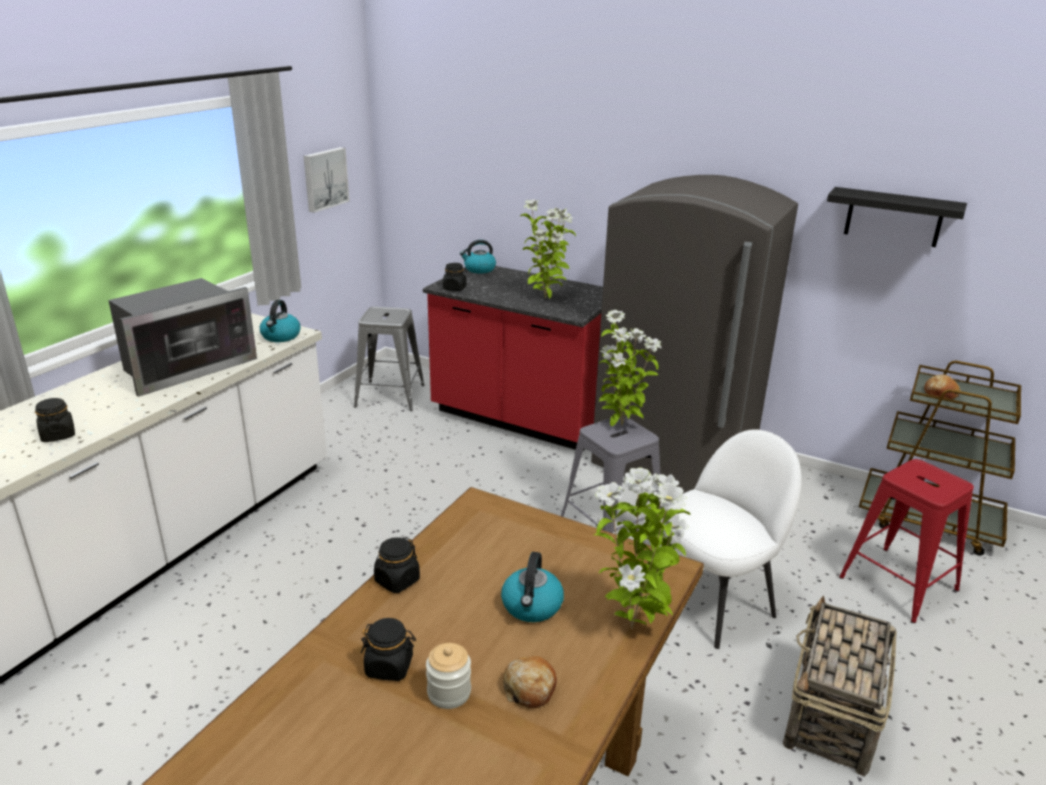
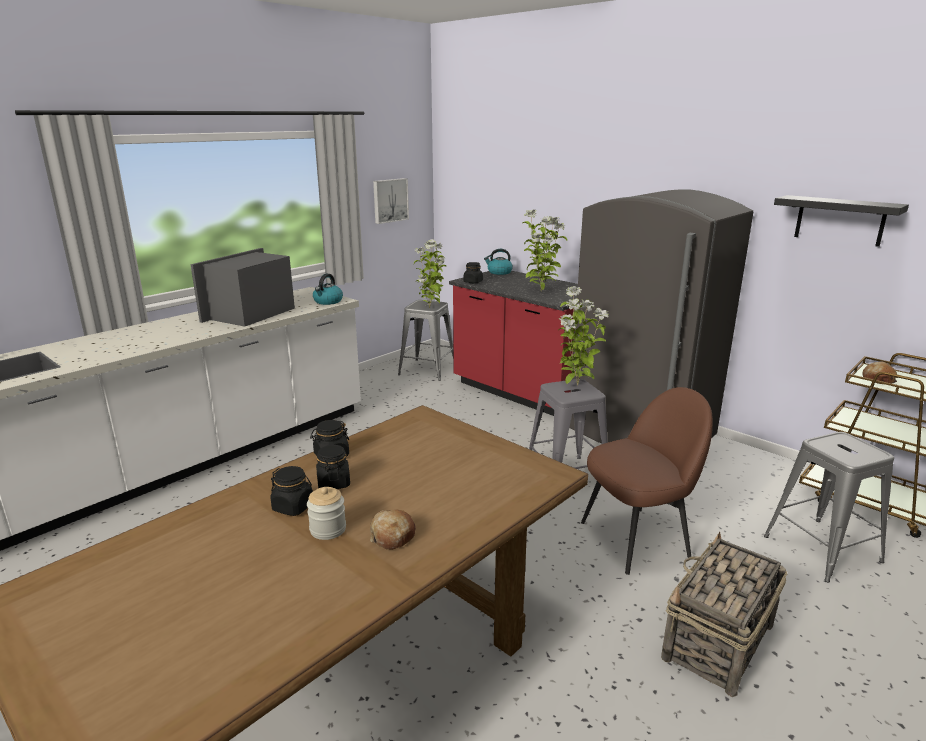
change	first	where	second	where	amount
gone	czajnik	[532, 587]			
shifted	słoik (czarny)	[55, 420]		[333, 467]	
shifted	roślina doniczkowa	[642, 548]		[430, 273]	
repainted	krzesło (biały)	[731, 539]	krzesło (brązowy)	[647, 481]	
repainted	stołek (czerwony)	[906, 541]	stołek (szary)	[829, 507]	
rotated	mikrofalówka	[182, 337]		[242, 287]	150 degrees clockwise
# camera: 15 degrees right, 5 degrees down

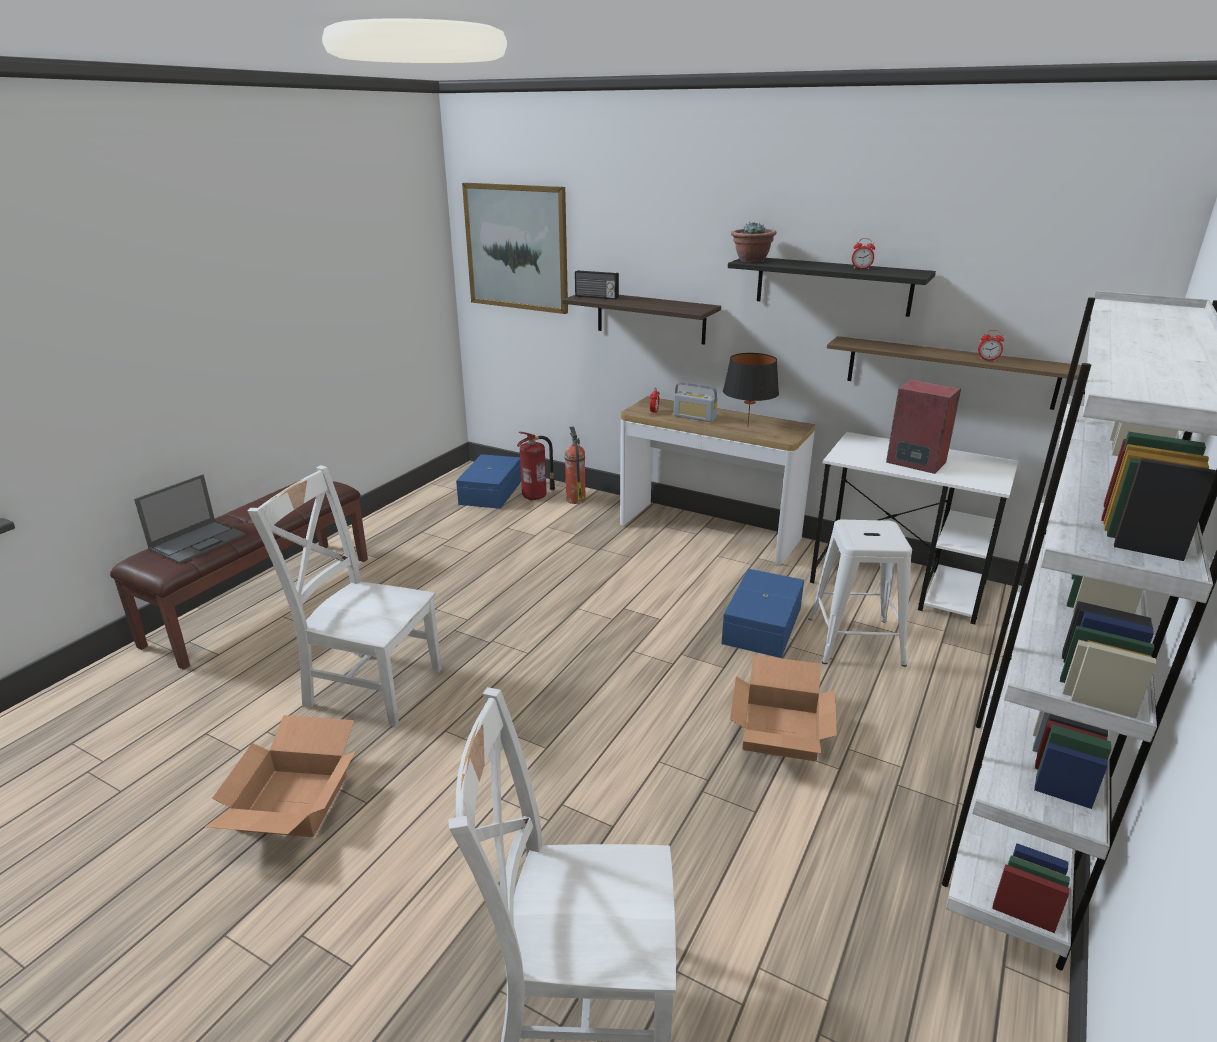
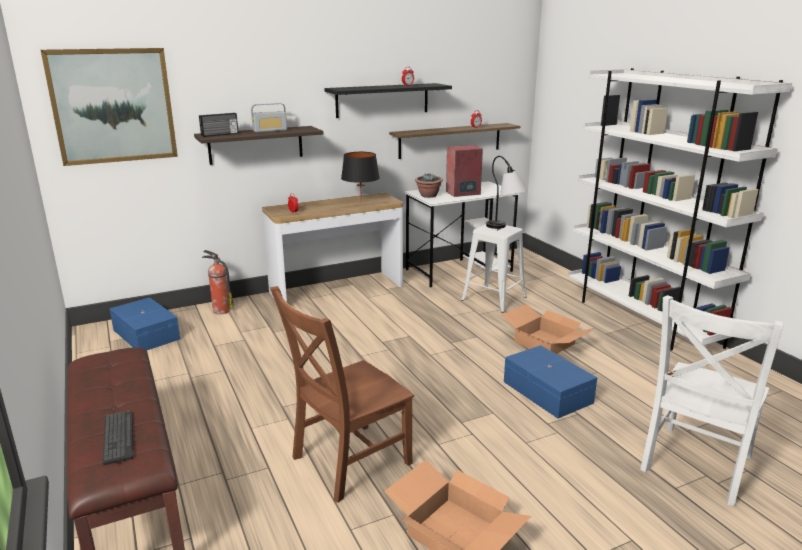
change	first	where	second	where	amount
gone	gaśnica	[536, 466]			
new			lampa stołowa	[506, 192]	
shifted	radio	[695, 402]		[269, 117]	
shifted	pojemnik do przechowywania (niebieski)	[762, 613]		[550, 381]	
shifted	roślina doniczkowa	[754, 242]		[429, 186]	
swapped	laptop	[189, 519]	klawiatura	[118, 438]	
repainted	krzesło (biały)	[345, 596]	krzesło (brązowy)	[342, 394]	
# camera: 55 degrees left, 5 degrees down

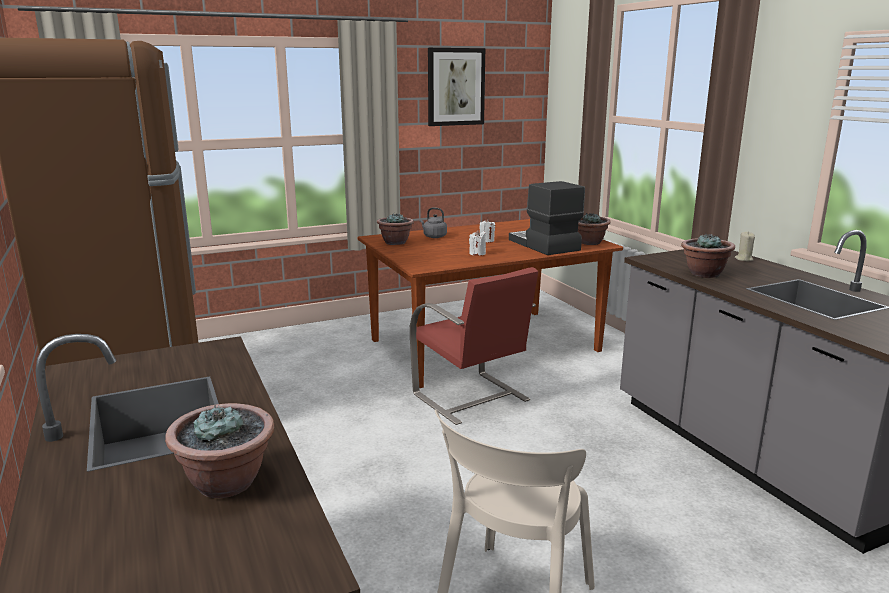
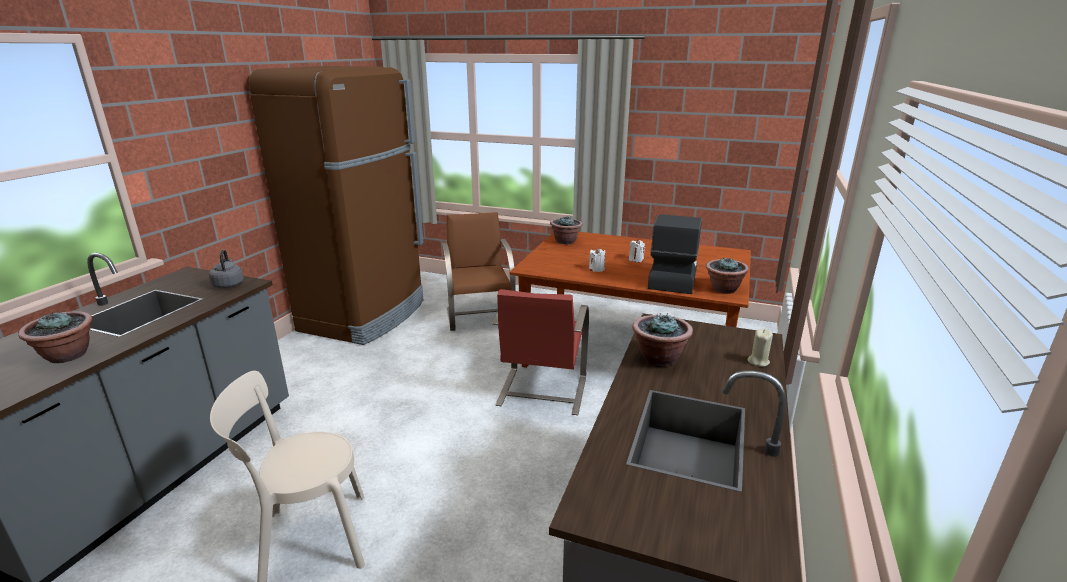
change	first	where	second	where	amount
gone	obraz	[456, 87]			
new			krzesło (brązowy)	[479, 271]	
shifted	czajnik (szary)	[433, 223]		[226, 269]	
# camera: 45 degrees right, 5 degrees up

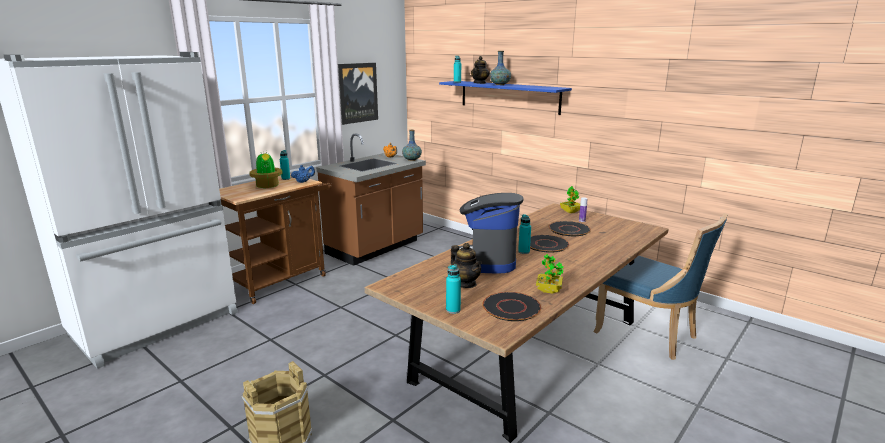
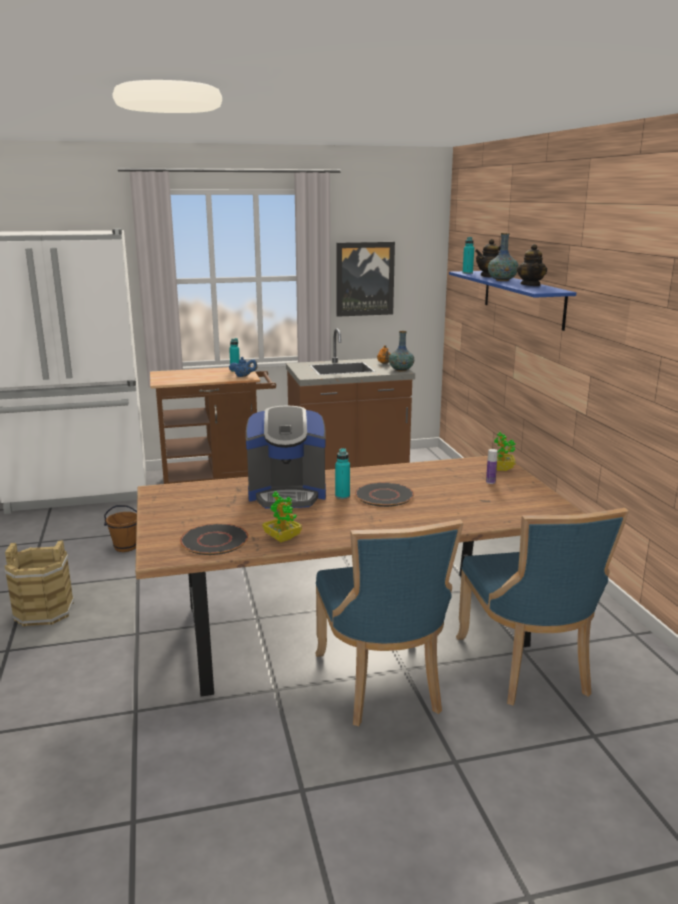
change	first	where	second	where	amount
gone	roślina doniczkowa	[266, 169]			
gone	butelka (turkusowy)	[453, 289]			
gone	talerz (czarny)	[569, 228]			
new			wiadro (brązowy)	[120, 528]	
new			krzesło (niebieski)	[389, 622]	
shifted	imbryk	[466, 265]		[532, 265]	
rotated	ekspres do kawy	[489, 233]		[286, 457]	135 degrees counterclockwise
# camera: 35 degrees right, 0 degrees up

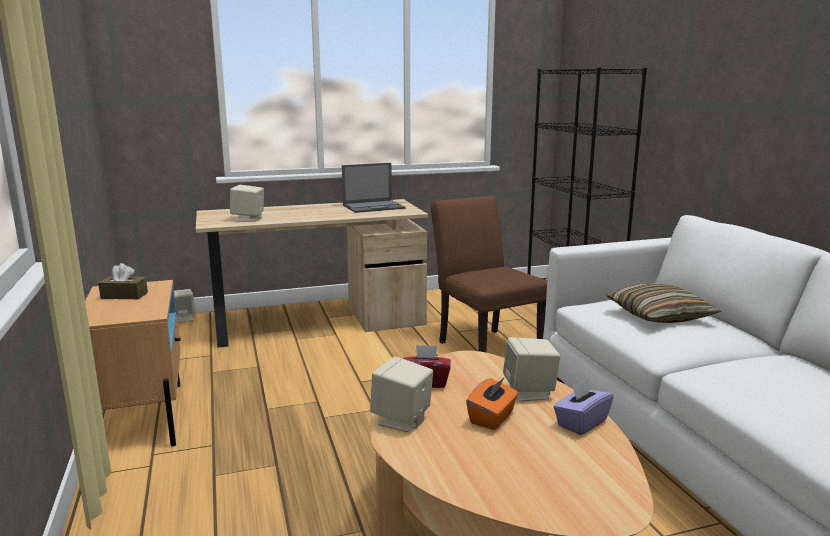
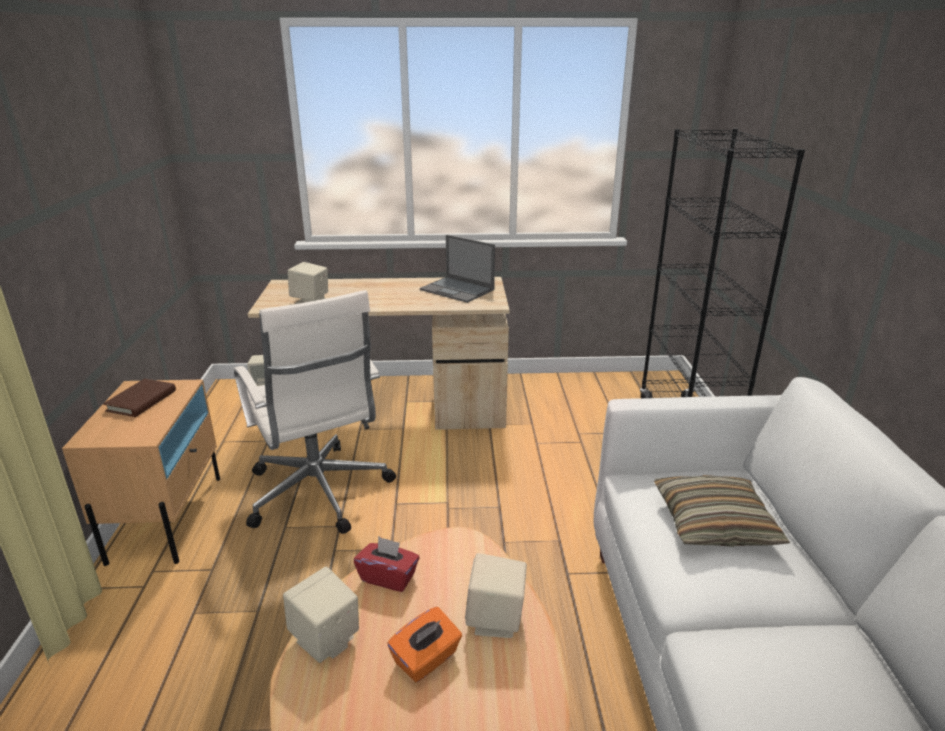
change	first	where	second	where	amount
gone	krzesło (brązowy)	[489, 274]			
gone	pudełko chusteczek (fioletowy)	[583, 407]			
new			krzesło biurowe (biały)	[315, 412]	
swapped	pudełko chusteczek (brązowy)	[123, 281]	książka (brązowy)	[139, 398]	
rotated	laptop	[374, 188]		[457, 269]	45 degrees clockwise
# camera: 15 degrees right, 10 degrees up

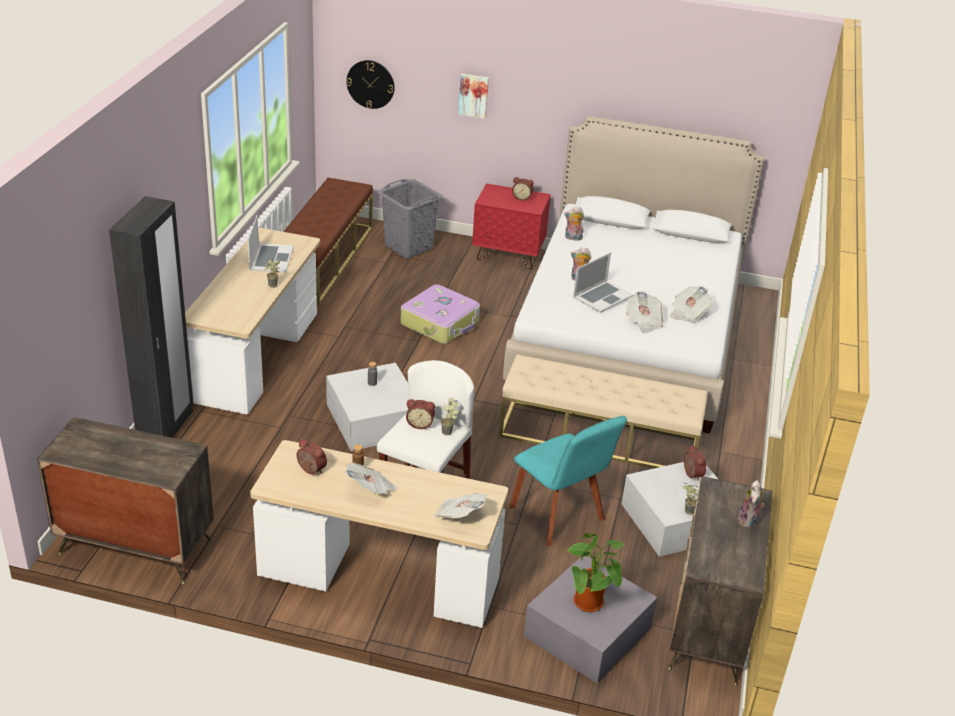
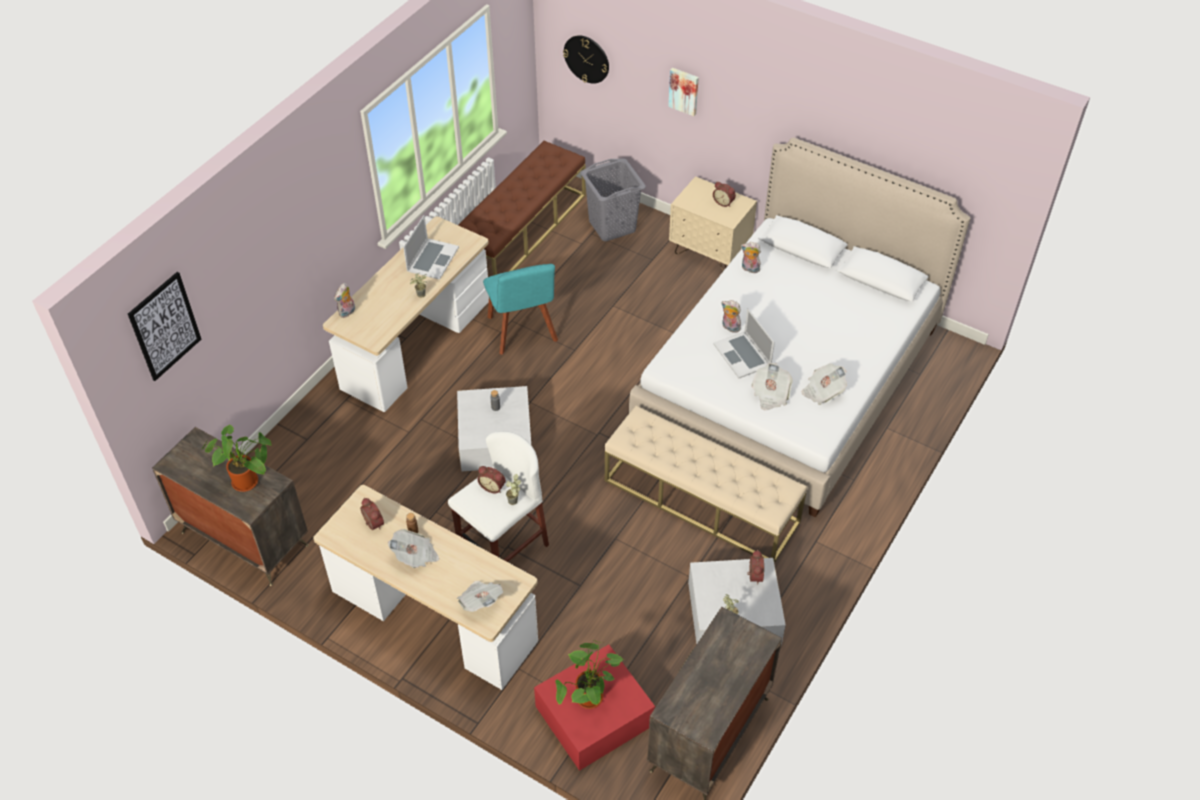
change	first	where	second	where	amount
gone	szafa (czarny)	[151, 317]			
gone	walizka	[440, 314]			
new			obraz	[164, 326]	
new			roślina doniczkowa	[236, 458]	
shifted	krzesło (turkusowy)	[568, 481]		[520, 309]	
shifted	pluszak	[751, 504]		[344, 300]	
repainted	szafka nocna (czerwony)	[511, 226]	szafka nocna (beżowy)	[713, 223]	
repainted	pojemnik do przechowywania (szary)	[590, 620]	pojemnik do przechowywania (czerwony)	[594, 707]	
rotated	laptop	[603, 282]		[744, 343]	90 degrees clockwise
# camera: 20 degrees right, 15 degrees up

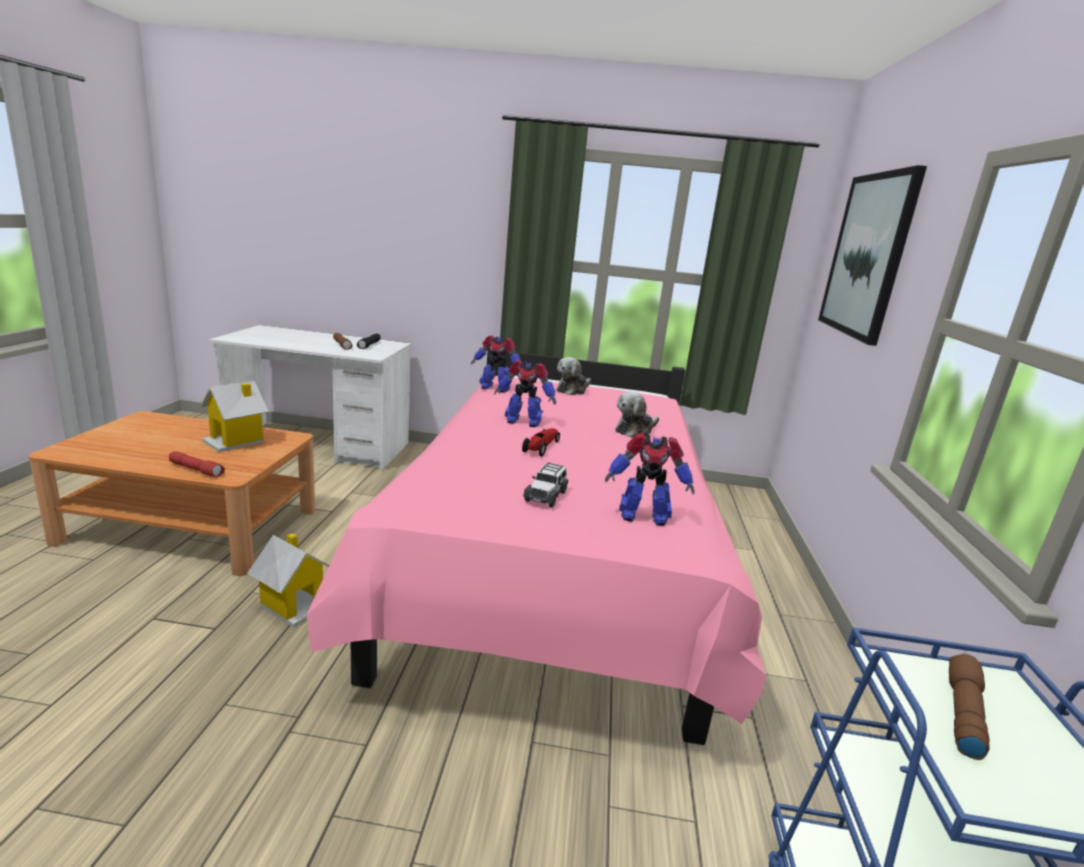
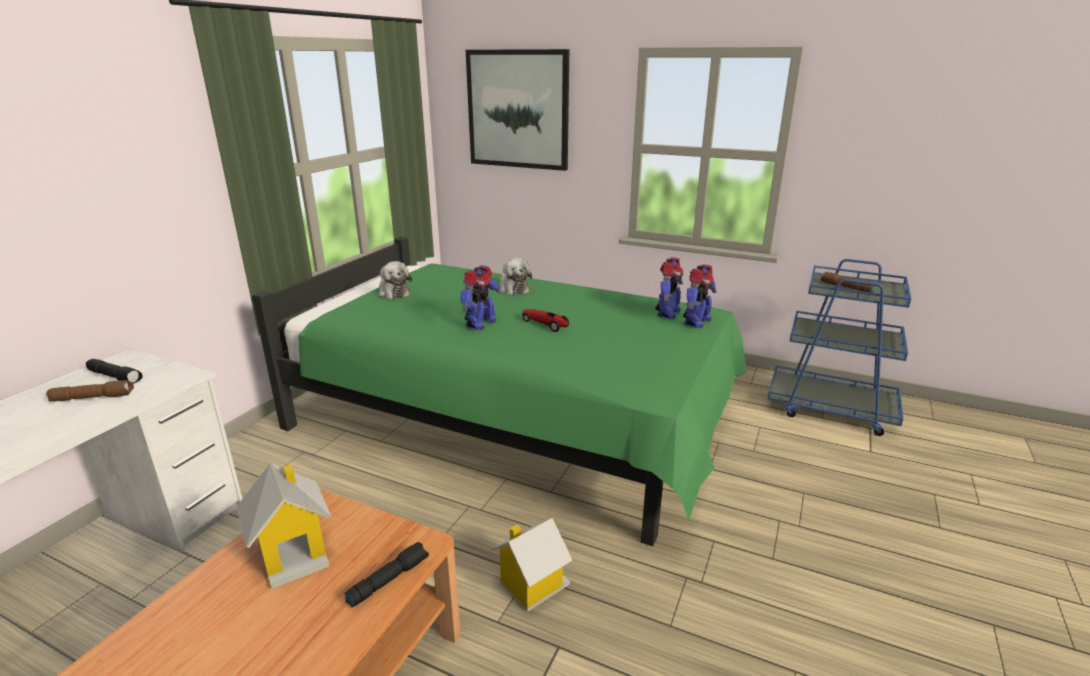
change	first	where	second	where	amount
gone	samochodzik	[545, 484]			
shifted	robot zabawkowy	[496, 364]		[700, 296]	
repainted	latarka (czerwony)	[197, 464]	latarka (czarny)	[386, 575]	
repainted	łóżko (różowy)	[536, 546]	łóżko (zielony)	[499, 391]	
# camera: 70 degrees left, 5 degrees up

